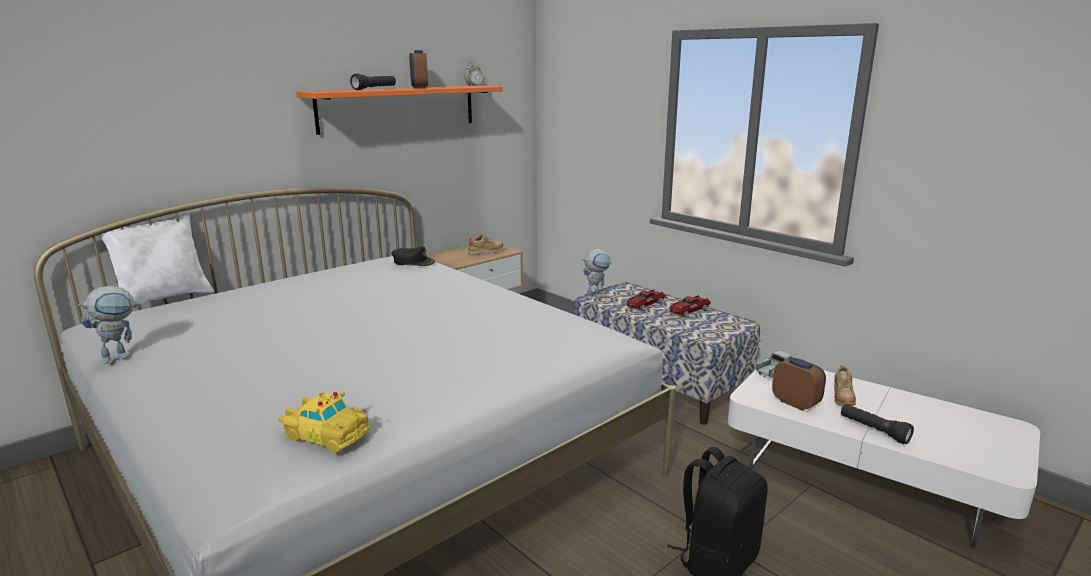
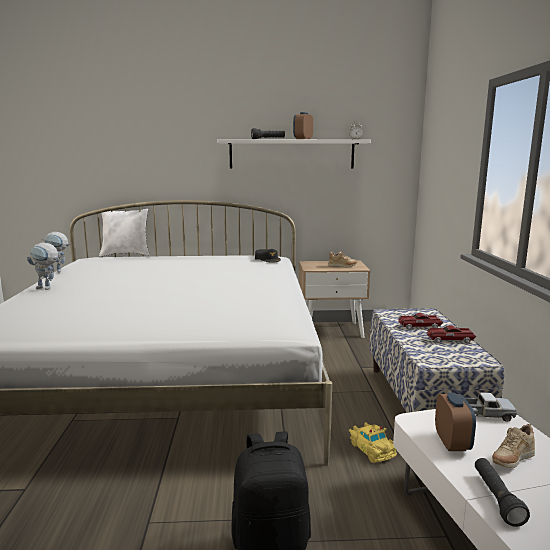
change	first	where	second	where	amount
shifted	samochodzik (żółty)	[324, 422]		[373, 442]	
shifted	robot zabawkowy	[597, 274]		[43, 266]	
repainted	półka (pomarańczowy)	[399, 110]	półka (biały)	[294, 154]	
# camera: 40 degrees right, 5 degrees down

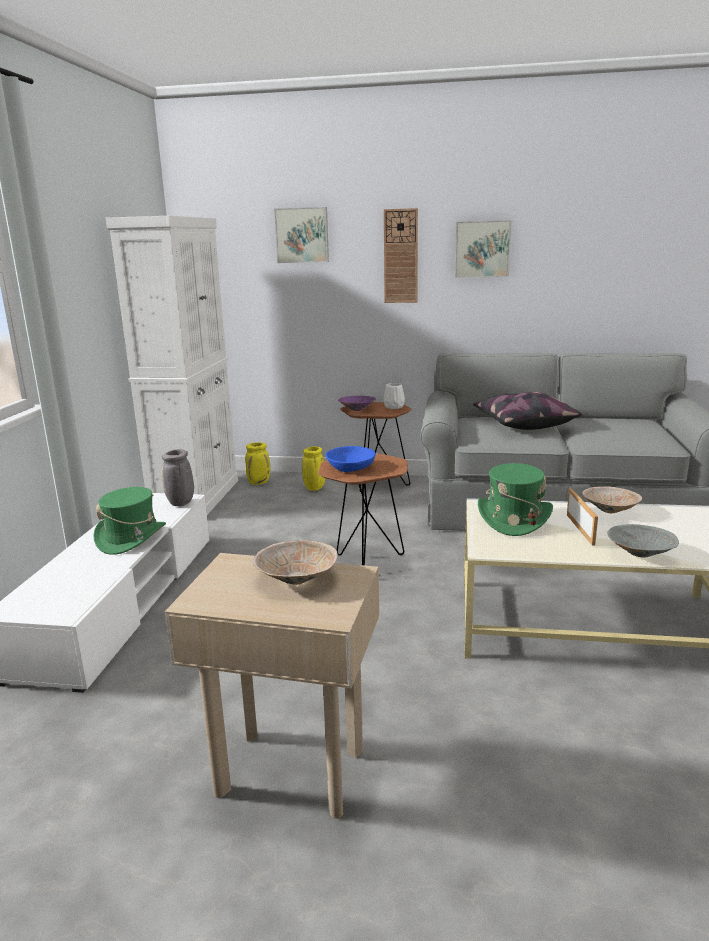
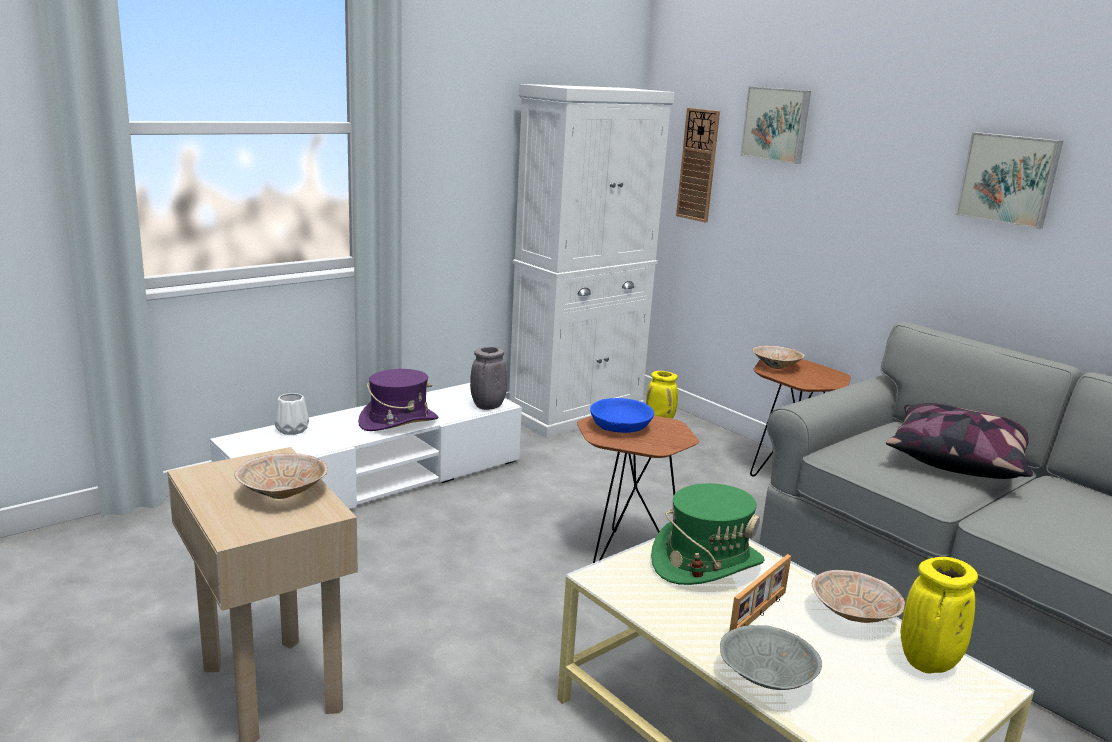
change	first	where	second	where	amount
shifted	wazon (żółty)	[313, 468]		[939, 615]	
shifted	wazon (biały)	[394, 396]		[292, 414]	
shifted	zegar ścienny	[401, 255]		[698, 165]	
repainted	kapelusz (zielony)	[129, 521]	kapelusz (fioletowy)	[398, 400]	
repainted	miska (fioletowy)	[357, 403]	miska (beżowy)	[778, 357]	
# camera: 40 degrees right, 0 degrees up

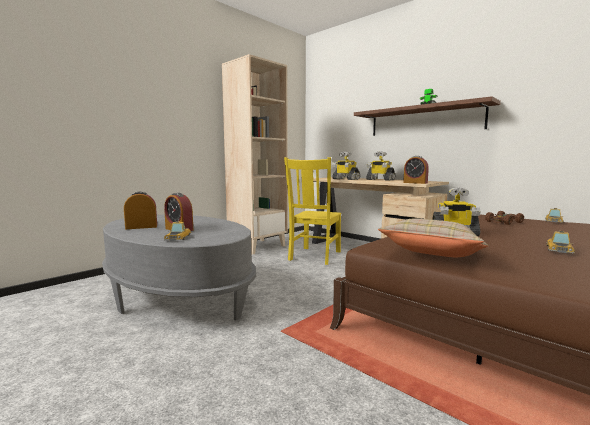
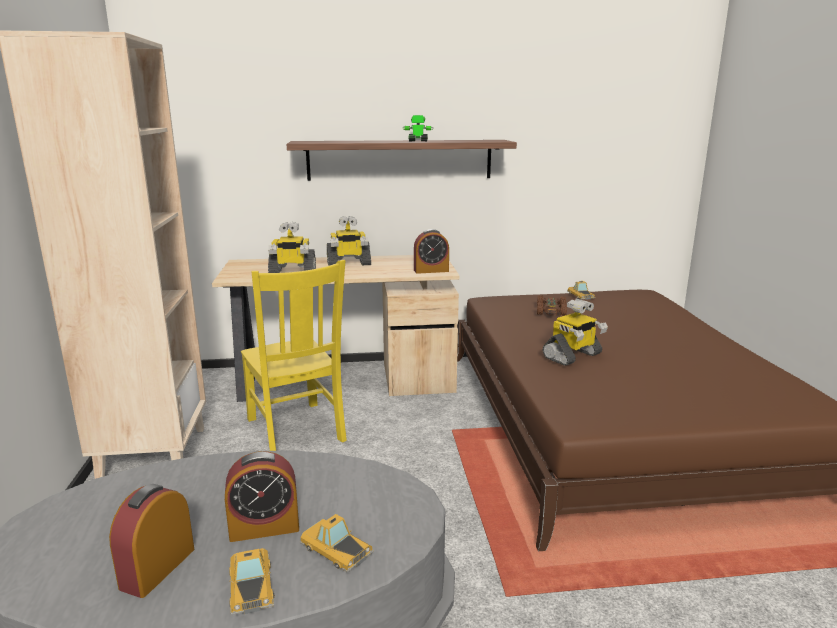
change	first	where	second	where	amount
gone	poduszka (beżowy)	[433, 238]			
shifted	samochodzik	[561, 242]		[252, 582]	
# camera: 50 degrees left, 10 degrees up

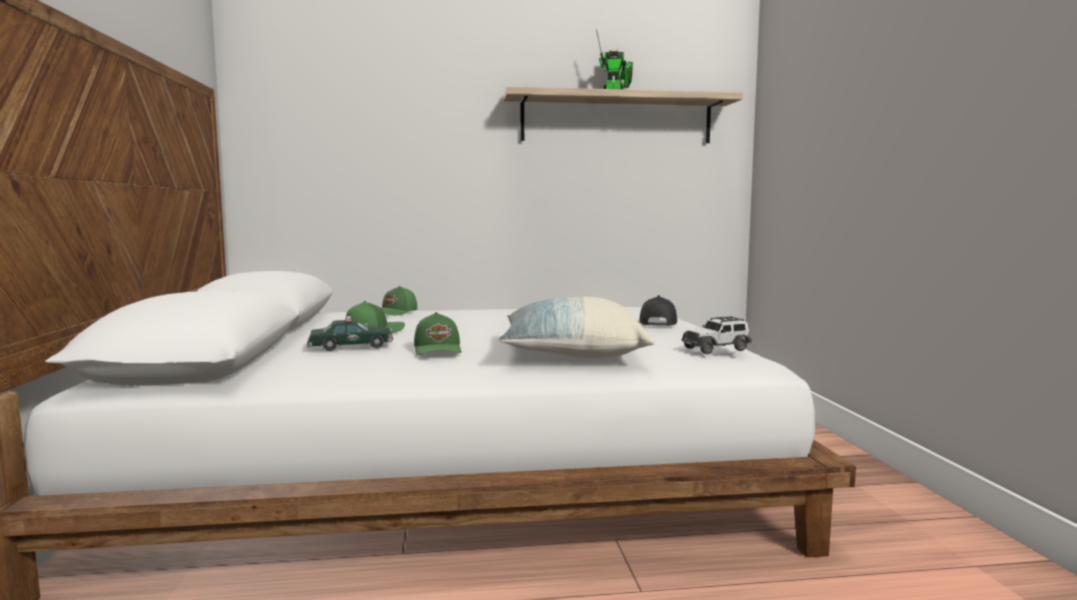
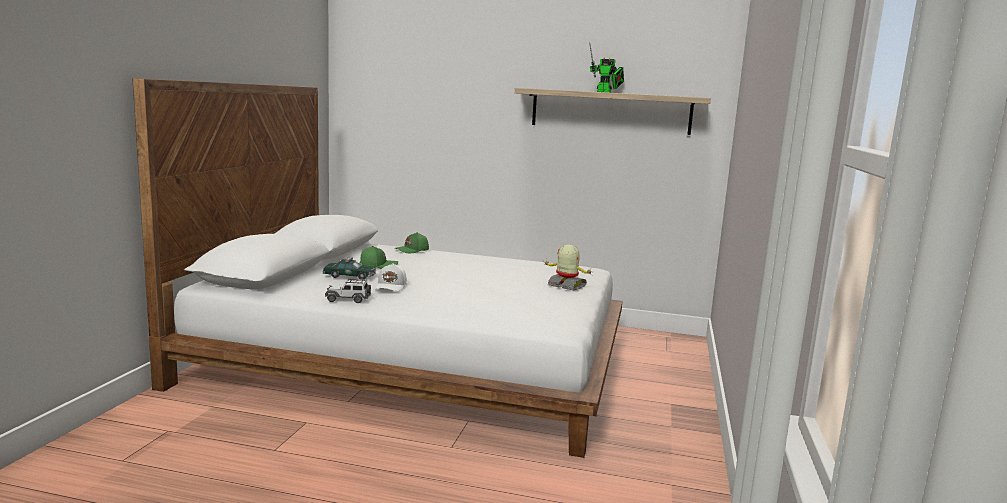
change	first	where	second	where	amount
gone	poduszka	[576, 327]			
shifted	samochodzik	[716, 335]		[348, 291]	
swapped	czapka z daszkiem (czarny)	[658, 310]	robot zabawkowy	[567, 267]	
repainted	czapka z daszkiem (zielony)	[437, 333]	czapka z daszkiem (biały)	[390, 277]	
# camera: 20 degrees right, 5 degrees up

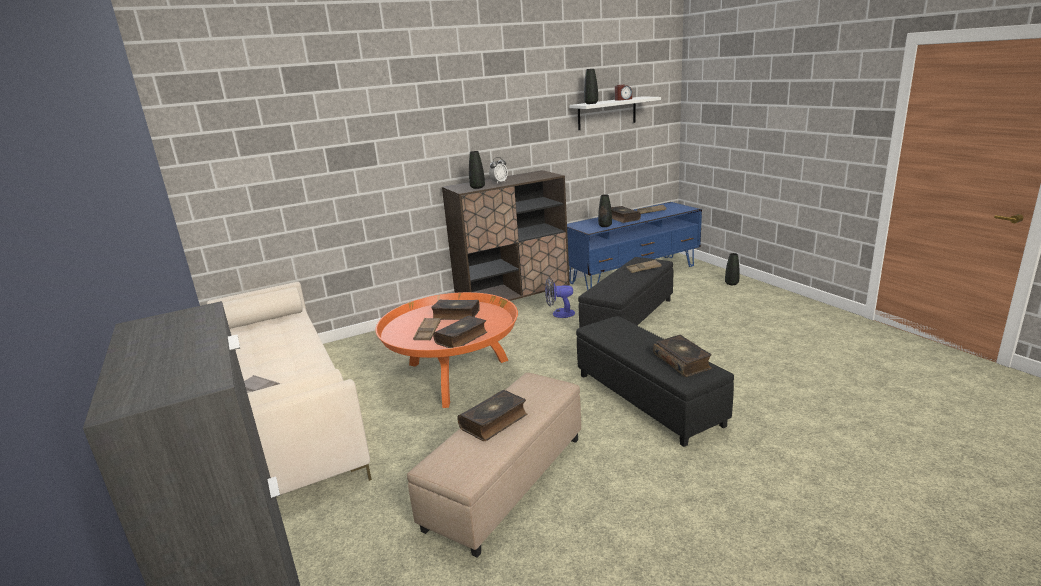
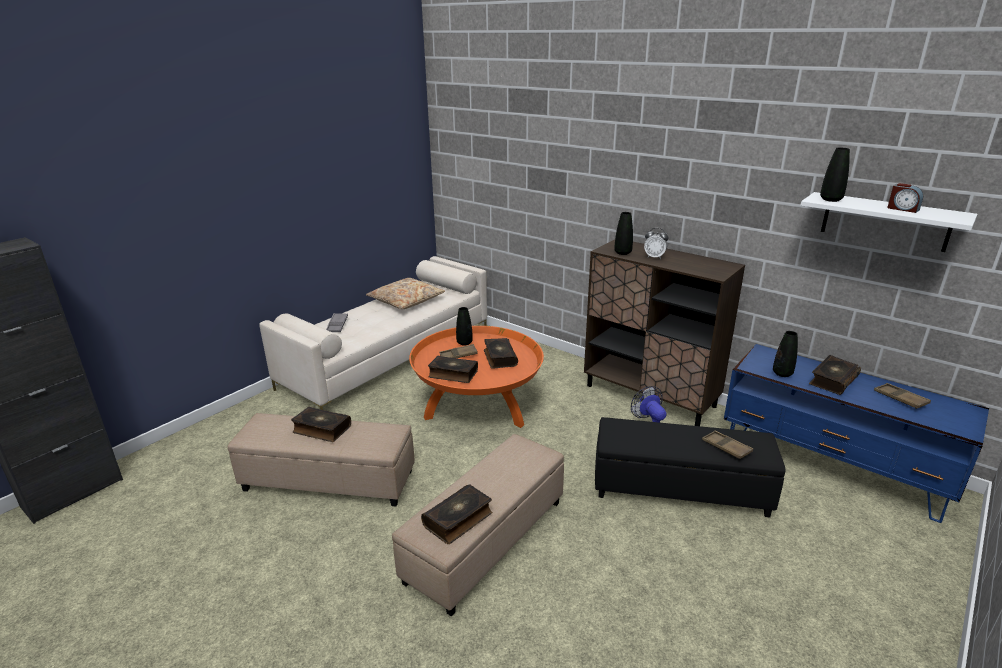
change	first	where	second	where	amount
new			poduszka (beżowy)	[405, 293]	
shifted	wazon (czarny)	[732, 269]		[464, 326]	
repainted	pufa (czarny)	[655, 381]	pufa (beżowy)	[478, 525]	
# camera: 65 degrees right, 5 degrees up

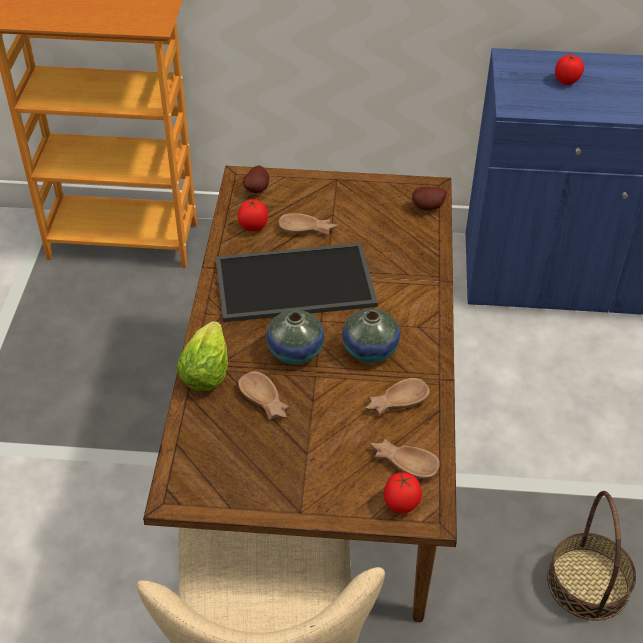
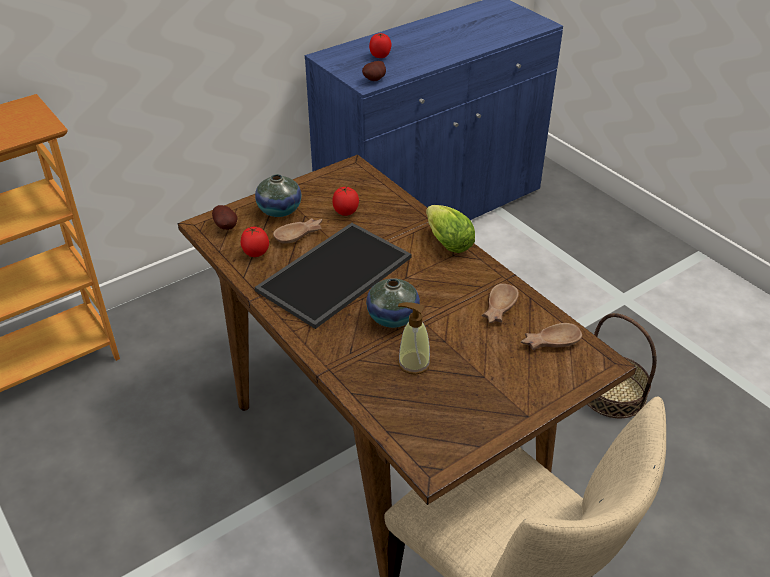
change	first	where	second	where	amount
shifted	sałata	[202, 356]		[450, 229]	
shifted	wazon	[371, 335]		[278, 195]	
shifted	pomidor	[403, 493]		[345, 201]	
shifted	ziemniak	[429, 199]		[374, 71]	
swapped	miska (brązowy)	[264, 395]	dozownik mydła	[414, 338]	
# camera: 40 degrees left, 5 degrees down

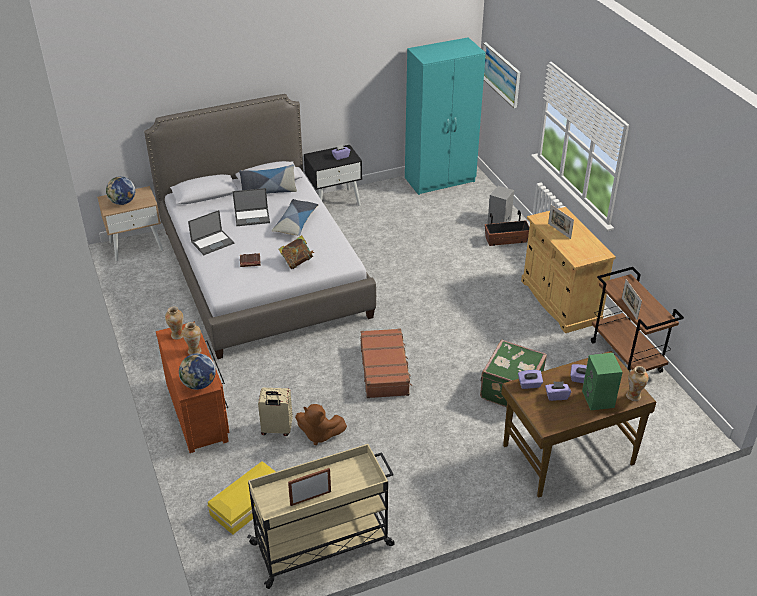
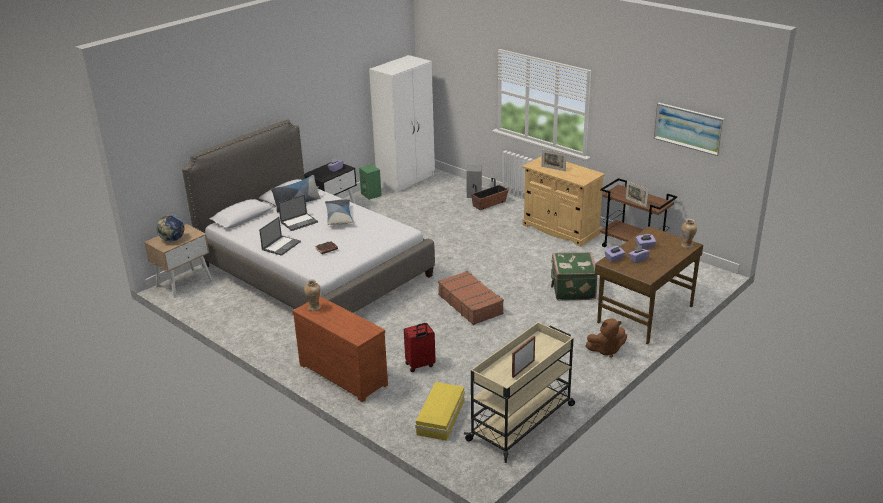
change	first	where	second	where	amount
gone	globus	[197, 371]			
gone	wazon	[192, 338]			
gone	książka	[296, 252]			
shifted	pluszak (brązowy)	[321, 424]		[606, 338]	
shifted	obraz	[501, 75]		[689, 129]	
shifted	głośnik (zielony)	[602, 381]		[370, 182]	
repainted	walizka (beżowy)	[275, 412]	walizka (czerwony)	[420, 347]	
repainted	szafa (turkusowy)	[445, 116]	szafa (biały)	[402, 124]	
# camera: 25 degrees left, 10 degrees down

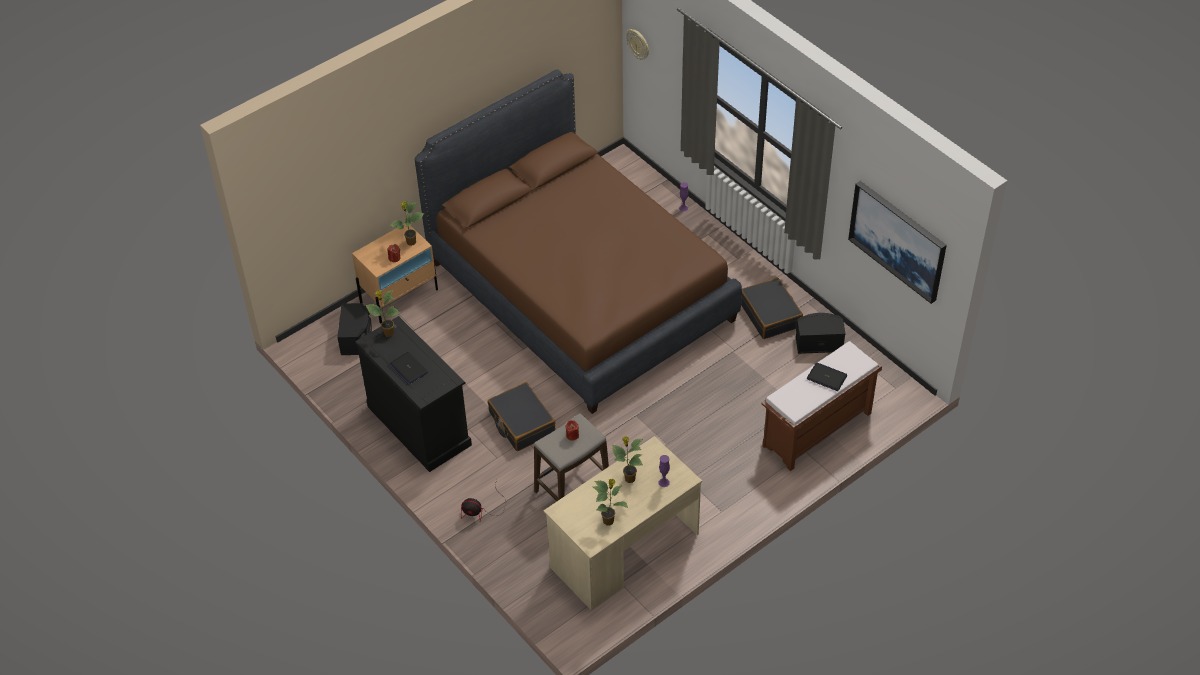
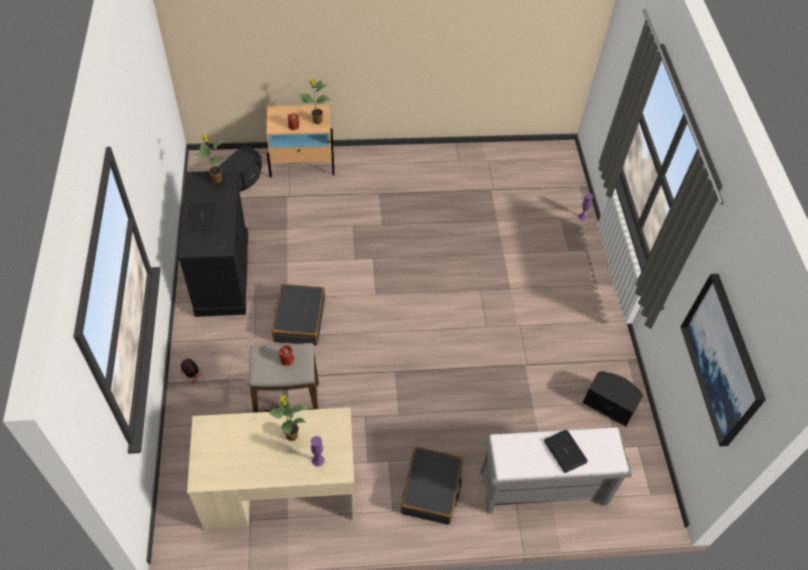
change	first	where	second	where	amount
gone	łóżko (brązowy)	[578, 241]			
gone	roślina doniczkowa	[610, 502]			
gone	zegar ścienny	[637, 44]			
shifted	walizka (czarny)	[772, 308]		[432, 485]	
repainted	ławka (brązowy)	[821, 406]	ławka (szary)	[556, 470]	
# camera: 30 degrees right, 5 degrees up

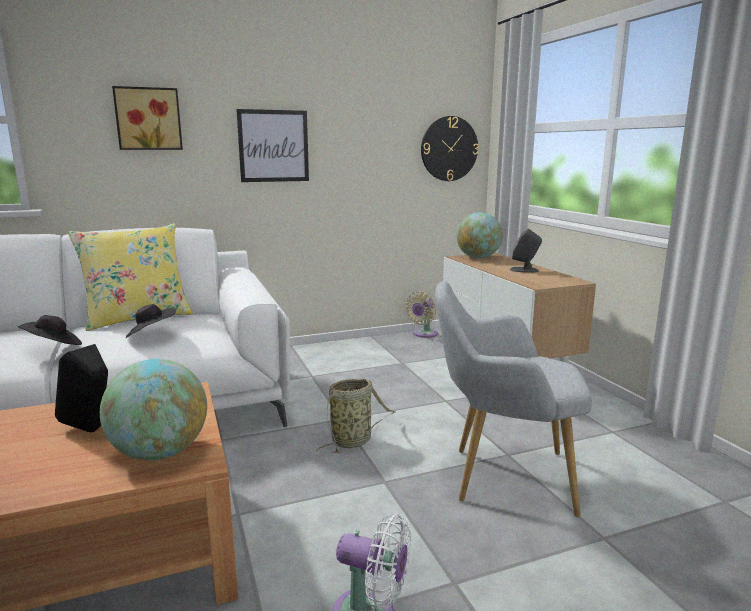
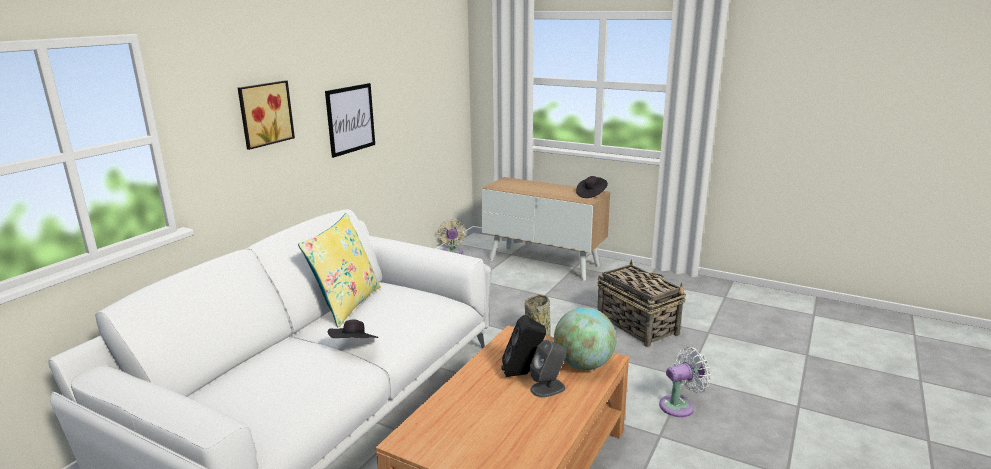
change	first	where	second	where	amount
gone	zegar ścienny	[450, 148]			
gone	globus	[479, 235]			
shifted	kapelusz (czarny)	[151, 321]		[592, 187]	
shifted	głośnik (szary)	[526, 250]		[548, 368]	
swapped	fotel (szary)	[513, 399]	koszyk	[641, 303]	
# camera: 40 degrees left, 5 degrees up

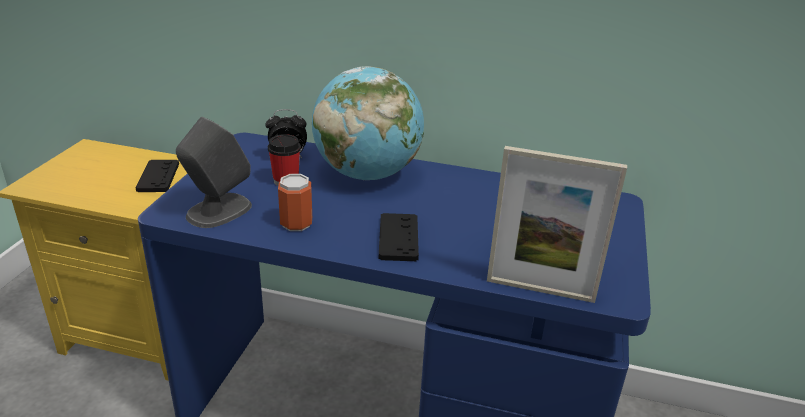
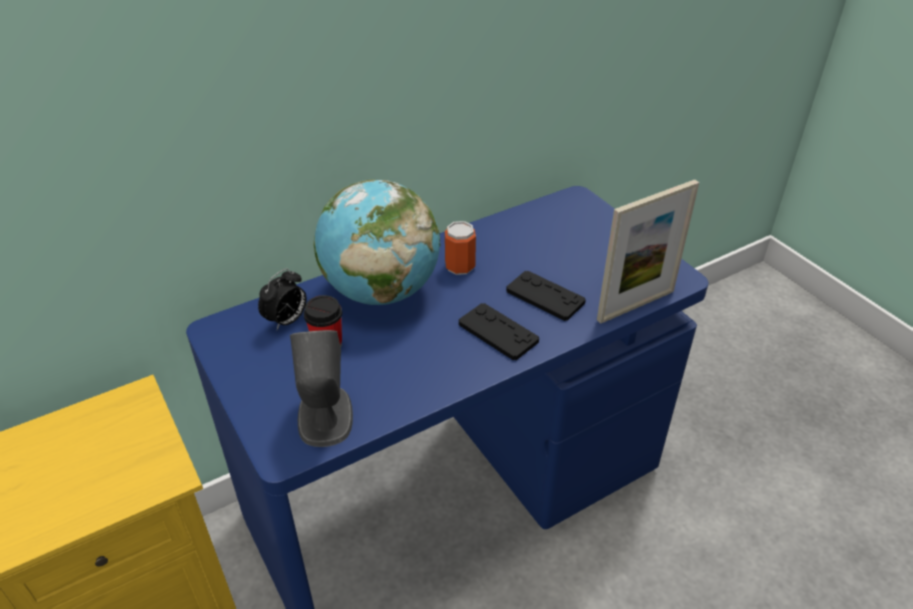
change	first	where	second	where	amount
shifted	pad do gier (czarny)	[157, 176]		[546, 296]	
shifted	puszka	[295, 202]		[460, 248]	
# camera: 45 degrees left, 10 degrees up

